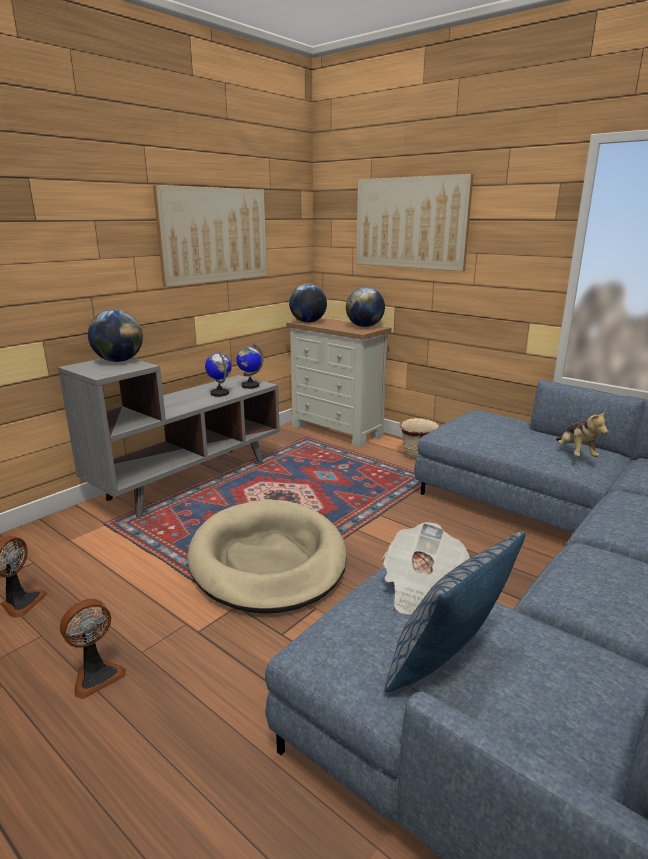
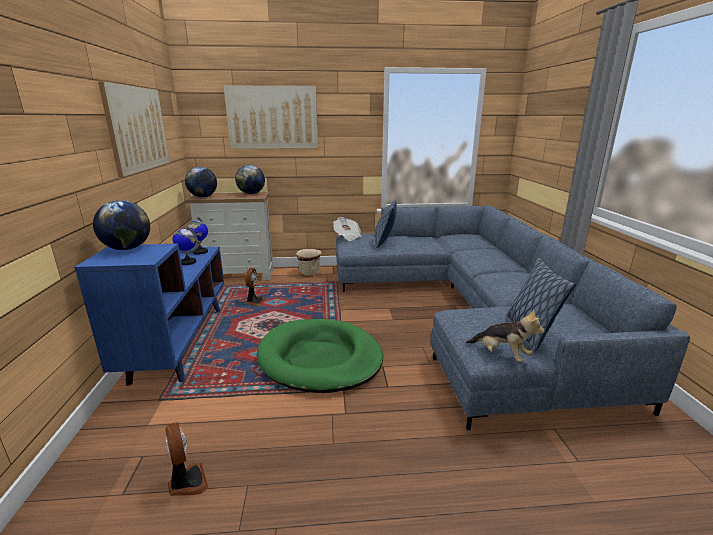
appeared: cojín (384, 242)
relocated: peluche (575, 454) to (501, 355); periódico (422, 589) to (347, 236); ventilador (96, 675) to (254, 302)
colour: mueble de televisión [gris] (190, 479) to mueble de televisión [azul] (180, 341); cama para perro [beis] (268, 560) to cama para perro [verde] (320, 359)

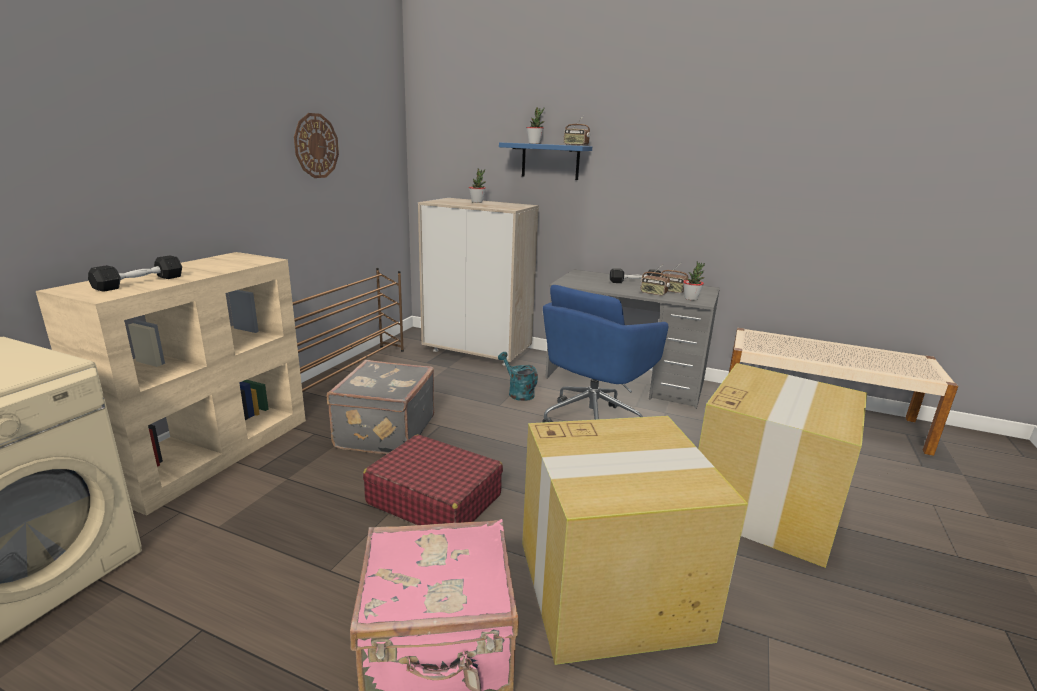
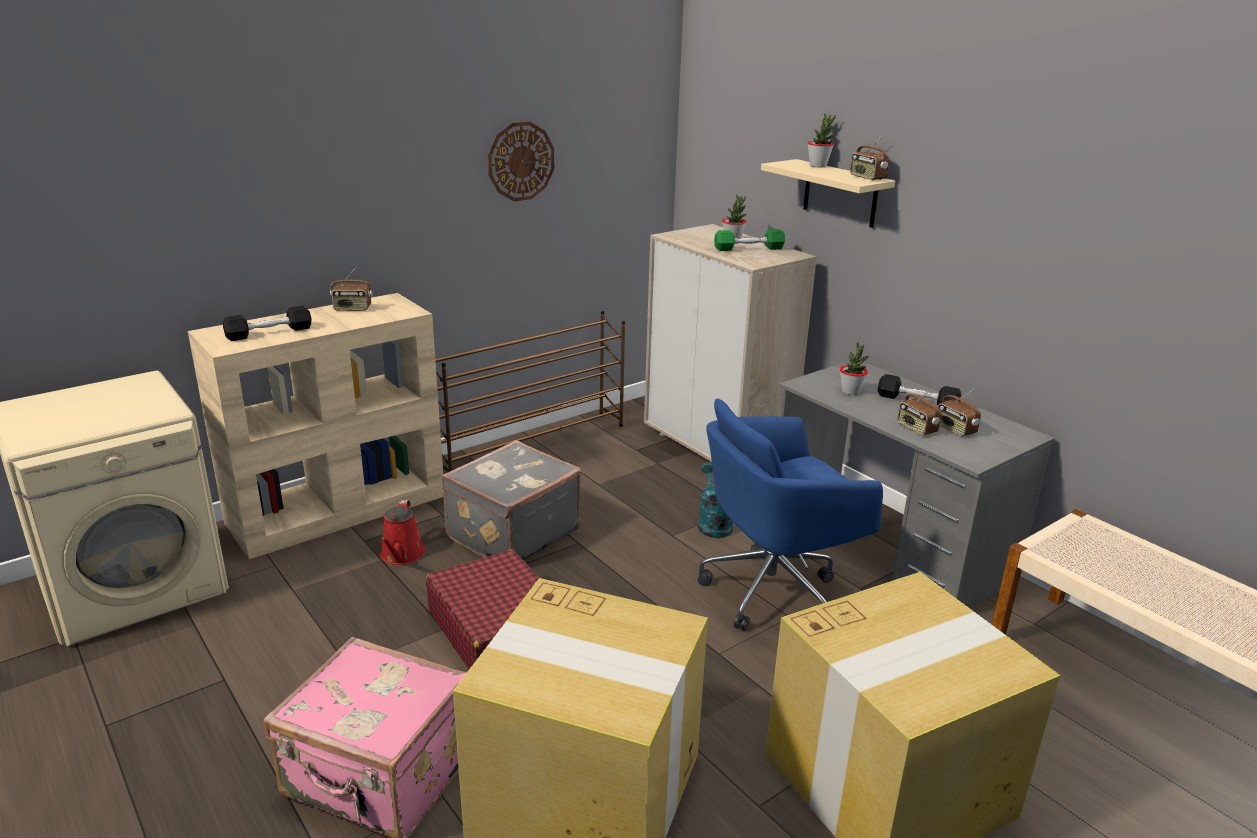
appeared: mancuerna [verde] (749, 248); radio (352, 309); regadera [rojo] (401, 555)
relocated: planta en maceta (691, 298) to (850, 391)
colour: estante [azul] (550, 161) to estante [beis] (840, 193)

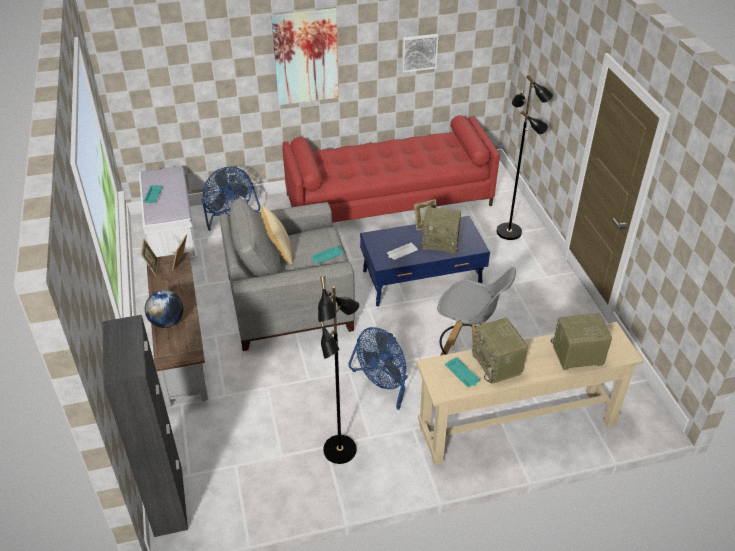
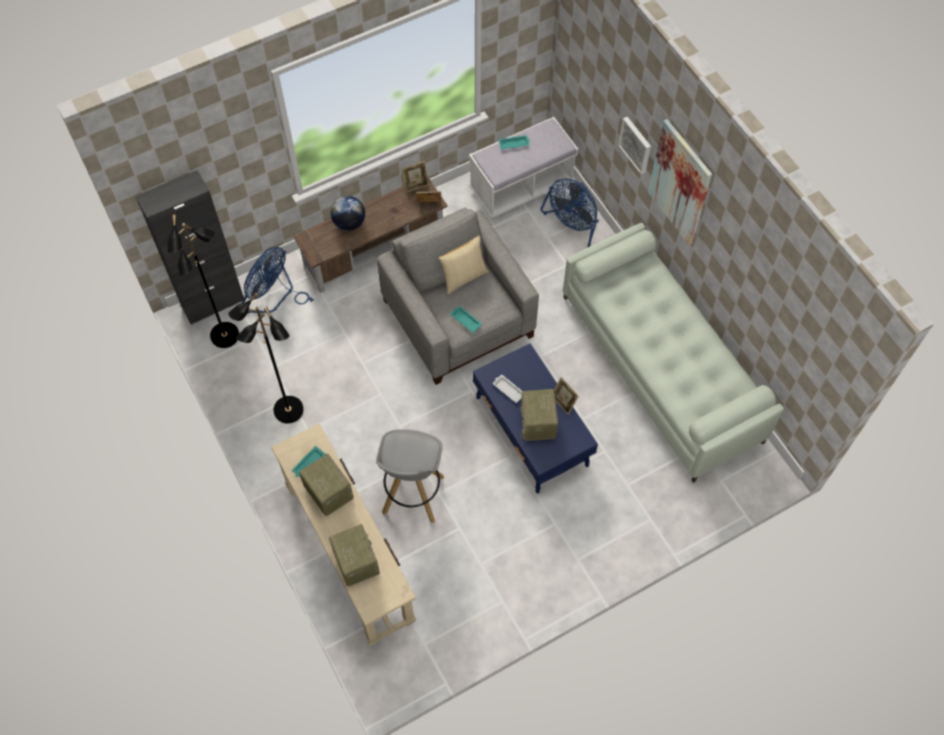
relocated: cuadro (419, 52) to (636, 144); lámpara de pie [negro] (509, 232) to (225, 336); ventilador [azul] (383, 381) to (277, 294)
colour: sofá [rojo] (389, 200) to sofá [blanco] (661, 368)
spun: radio (497, 365) = (328, 492) 90 degrees clockwise

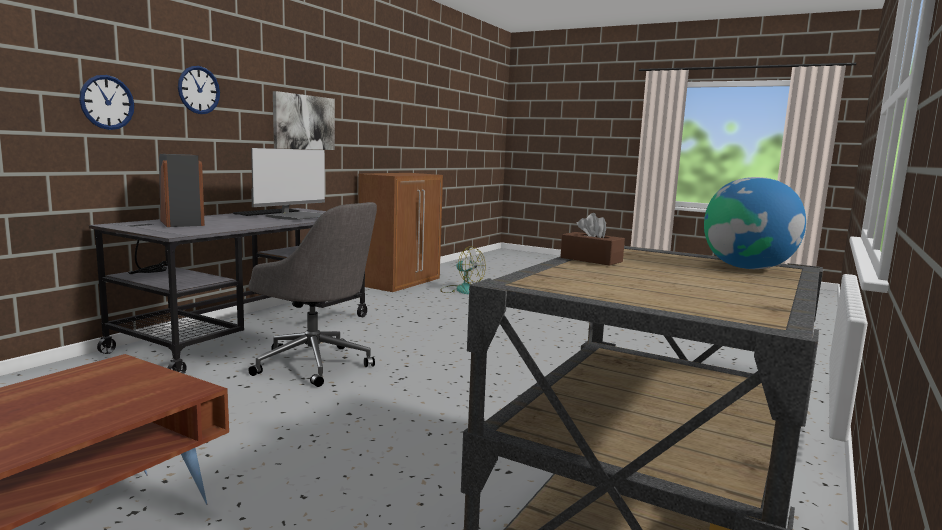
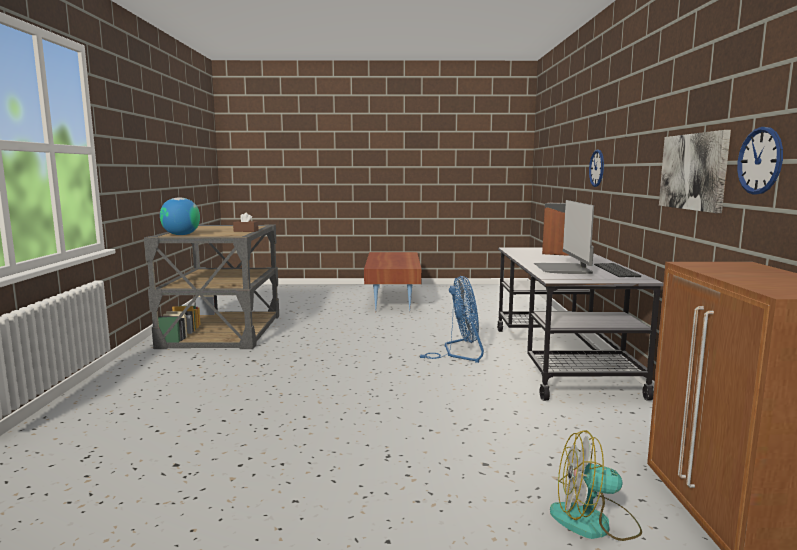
relocated: reloj de pared (199, 90) to (760, 161)
exchanged: silla de oficina [gris] (314, 364) to ventilador [azul] (457, 351)

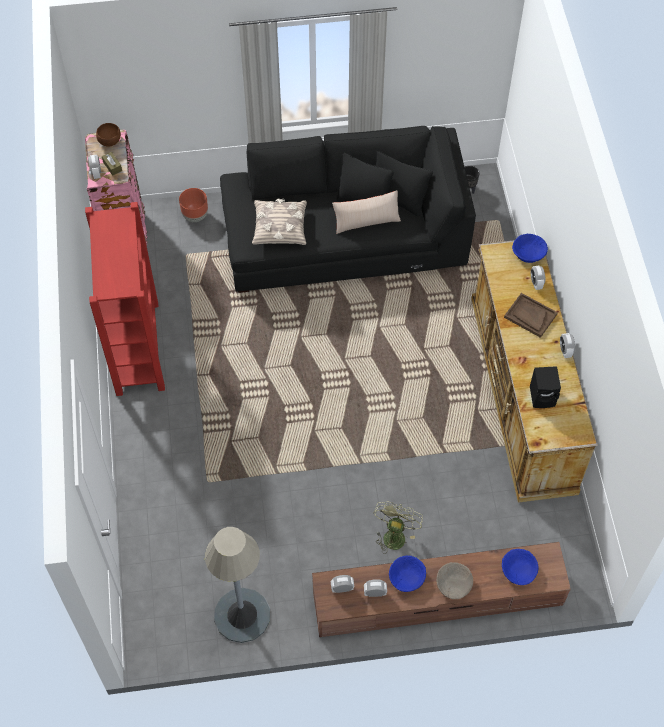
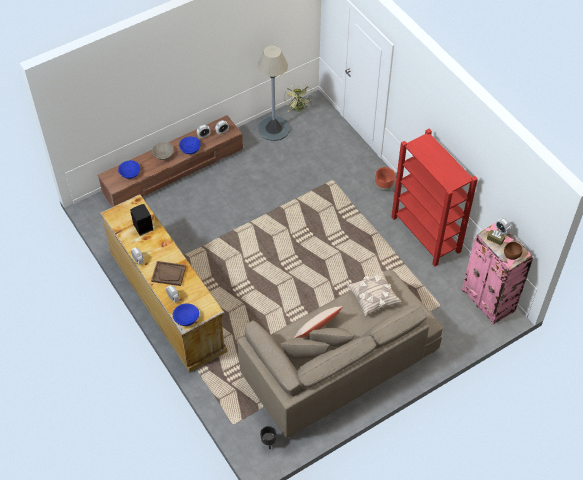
relocated: maceta [marrón] (195, 216) to (384, 187); ventilador [verde] (394, 534) to (298, 109)
colour: sofá [negro] (344, 237) to sofá [beis] (340, 362)

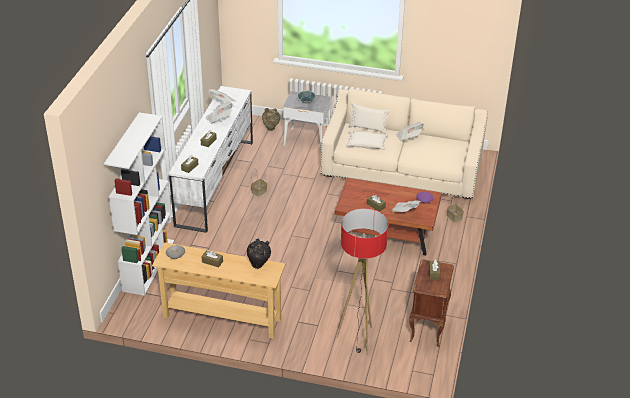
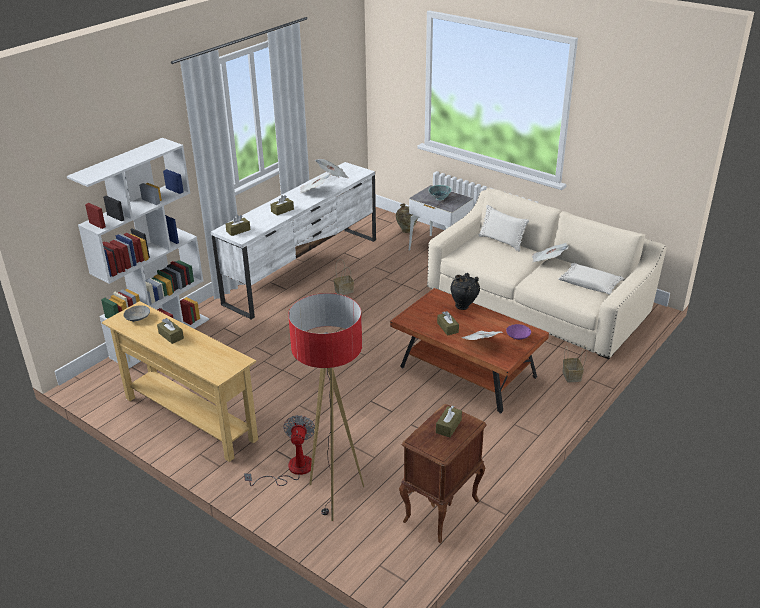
appeared: ventilador (292, 470)
relocated: cojín [blanco] (366, 143) to (590, 282); florero [negro] (259, 265) to (464, 307)

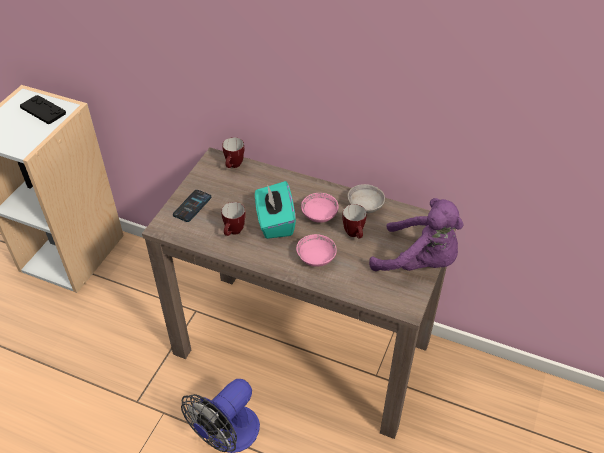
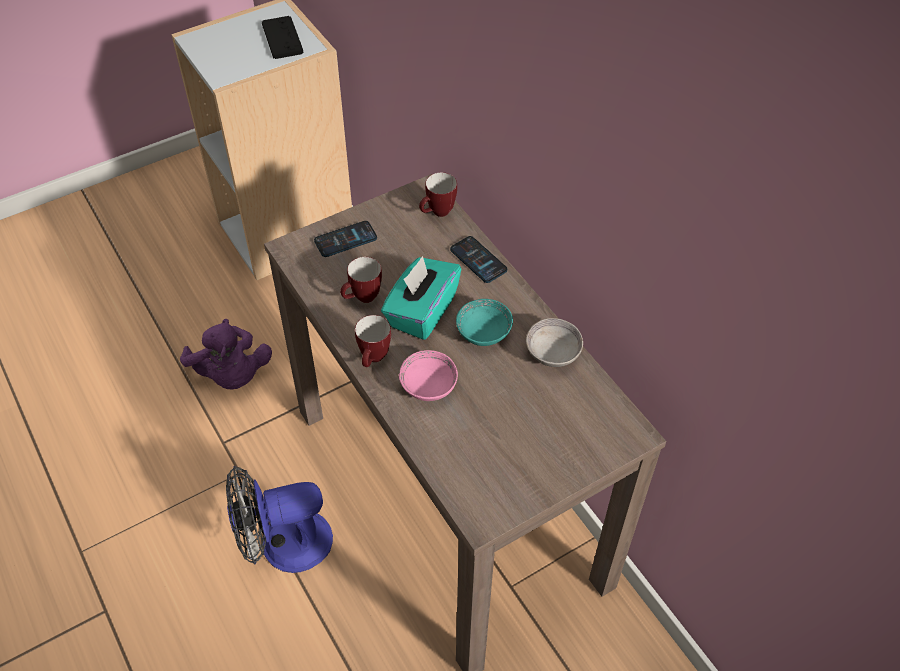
appeared: móvil (478, 260)
relocated: peluche [morado] (419, 261) to (231, 374); taza grande (354, 235) to (374, 359)
colour: cuenco [rosa] (319, 215) to cuenco [turquesa] (483, 333)

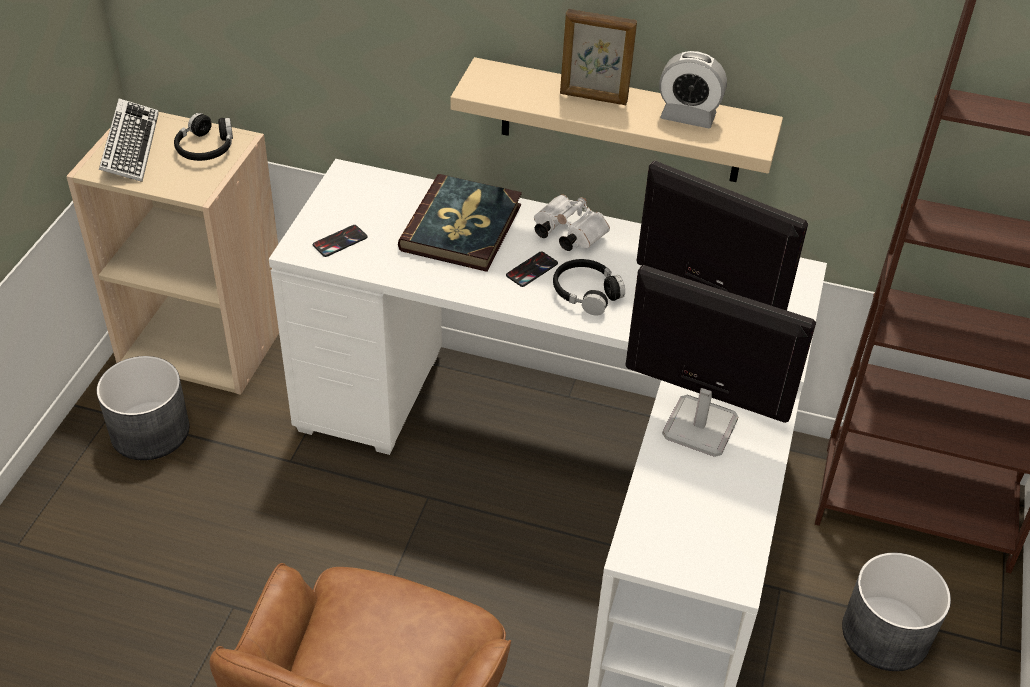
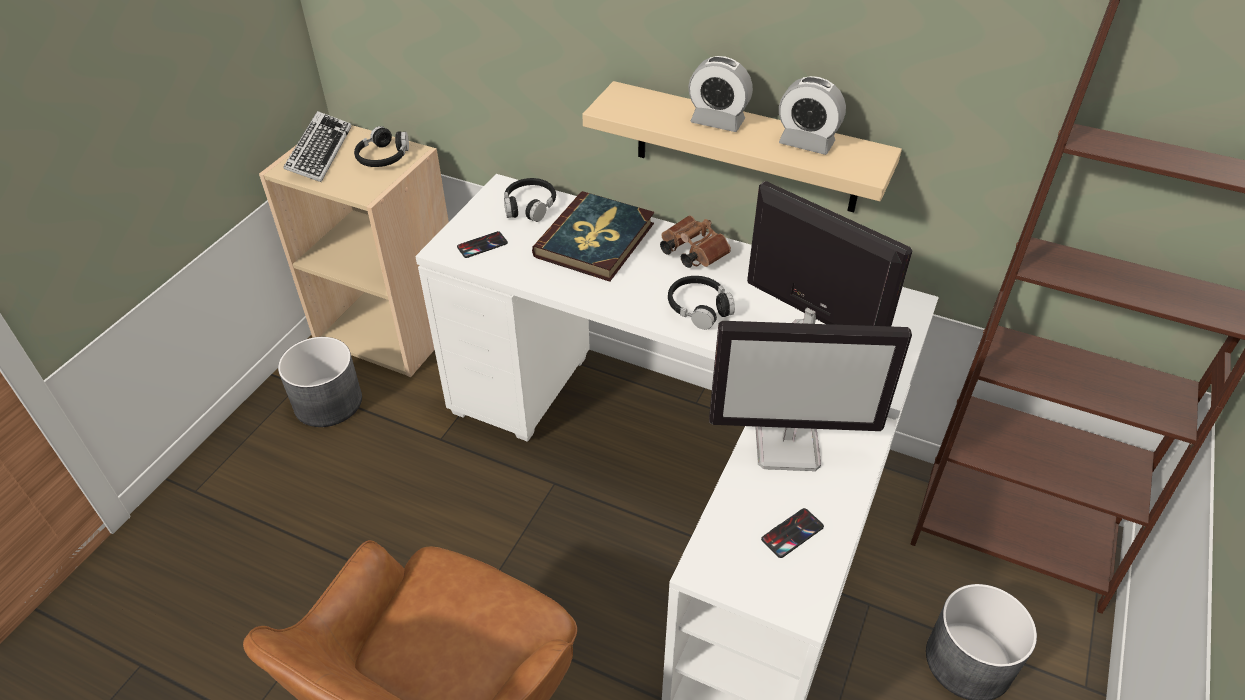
appeared: auriculares [negro] (529, 206)
relocated: móvil (532, 269) to (792, 533)
exchanged: portarretratos (593, 98) to despertador (717, 121)
colour: prismáticos [blanco] (566, 233) to prismáticos [marrón] (691, 252)
spun: monitor (698, 426) = (788, 445) 150 degrees clockwise

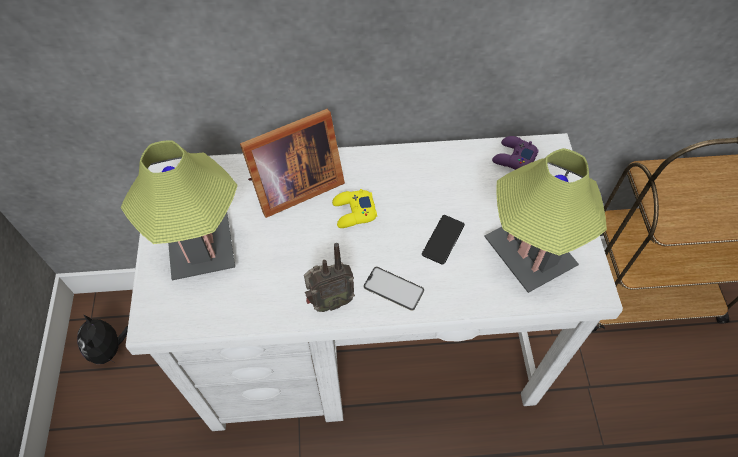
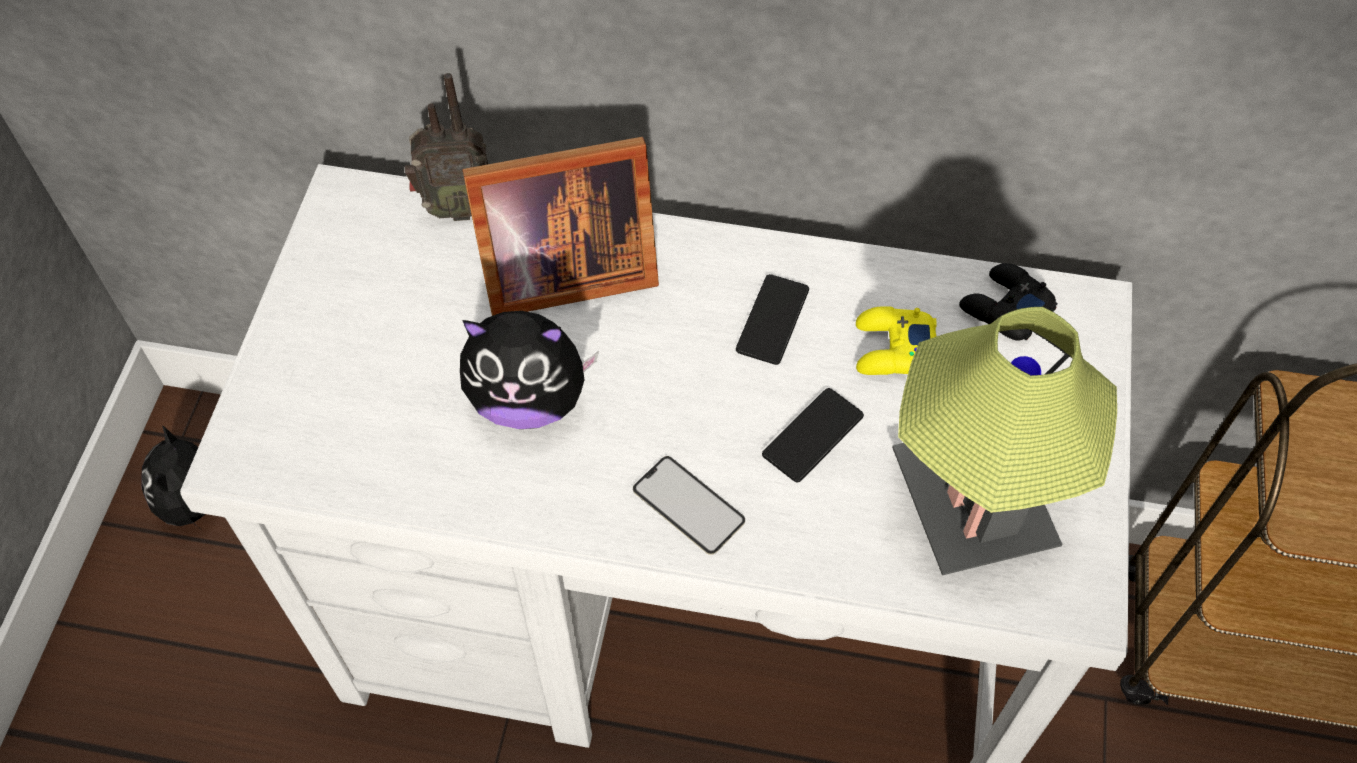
missing: lámpara de mesa (201, 247)
appeared: móvil (772, 320); peluche (529, 400)
relocated: mando de consola [amarillo] (354, 212) to (893, 350); radio (329, 301) to (457, 208)
colour: mando de consola [morado] (513, 158) to mando de consola [negro] (1005, 308)

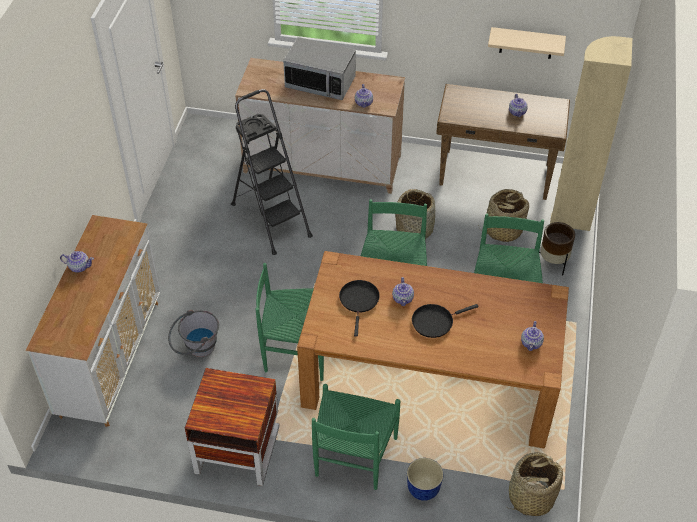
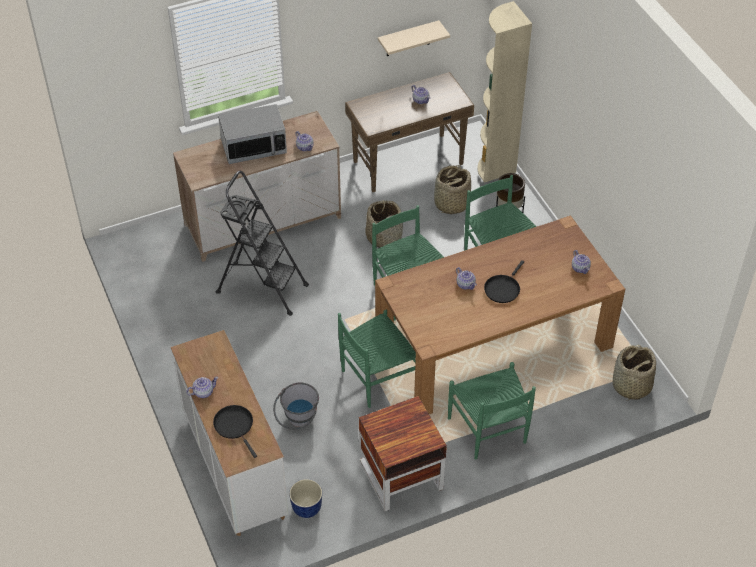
relocated: sartén [negro] (359, 301) to (235, 426); maceta (422, 490) to (306, 509)

